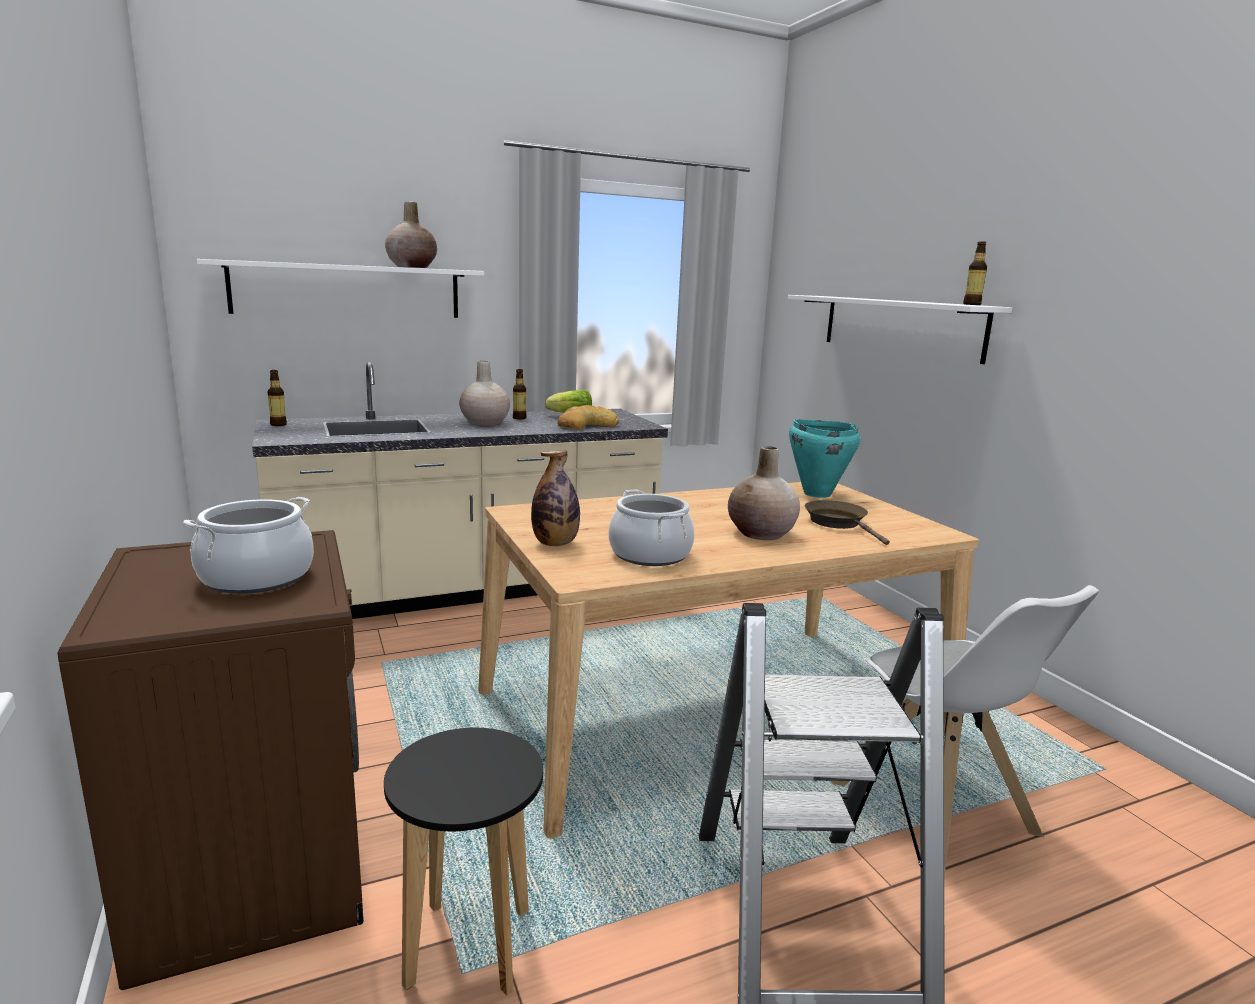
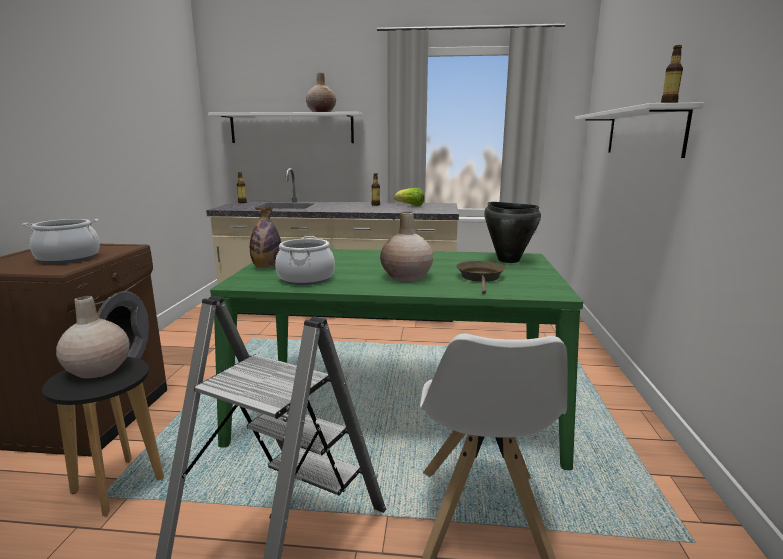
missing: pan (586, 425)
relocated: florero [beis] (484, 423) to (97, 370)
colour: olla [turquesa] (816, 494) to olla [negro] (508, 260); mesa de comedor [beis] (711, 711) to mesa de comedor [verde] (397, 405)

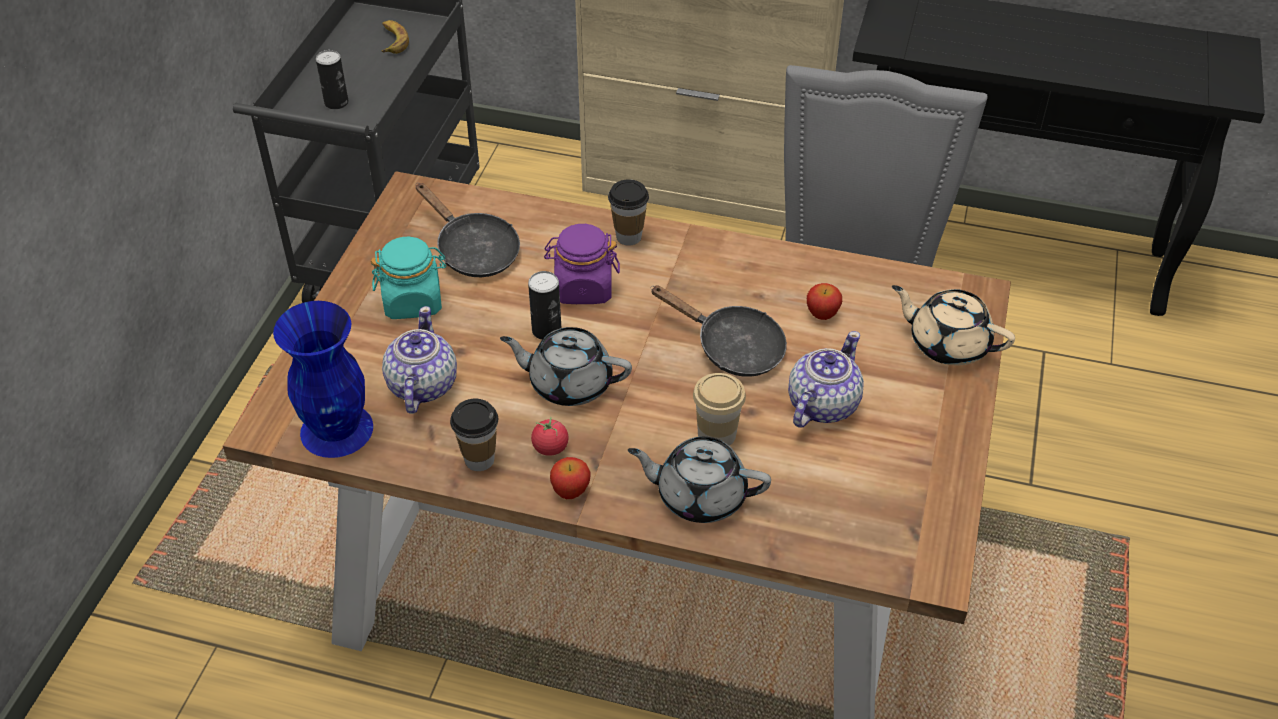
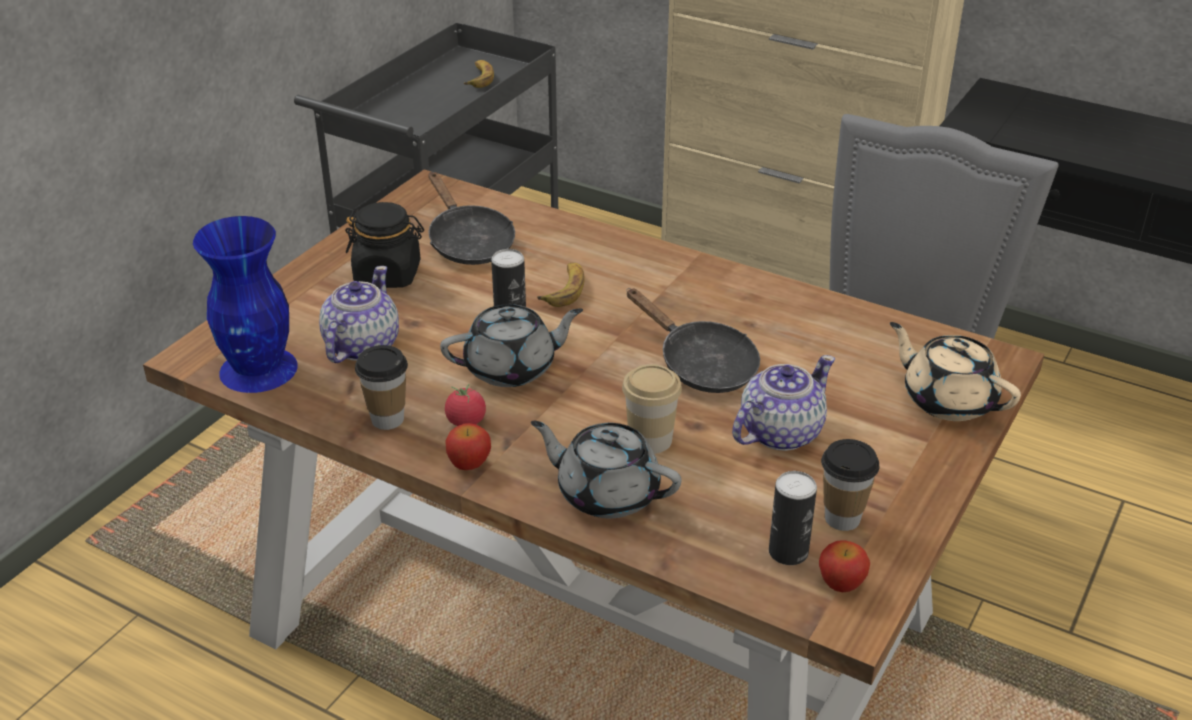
relocated: lata (336, 103) to (788, 552); taza (628, 237) to (842, 518); manzana (822, 314) to (841, 583)
exchanged: tarro [morado] (583, 288) to plátano (564, 289)
colour: tarro [turquesa] (413, 301) to tarro [negro] (388, 275)
spun: tetera [gris] (569, 383) = (512, 368) 135 degrees clockwise

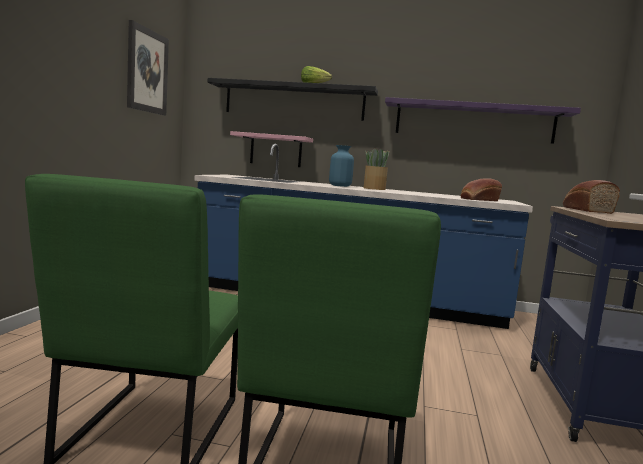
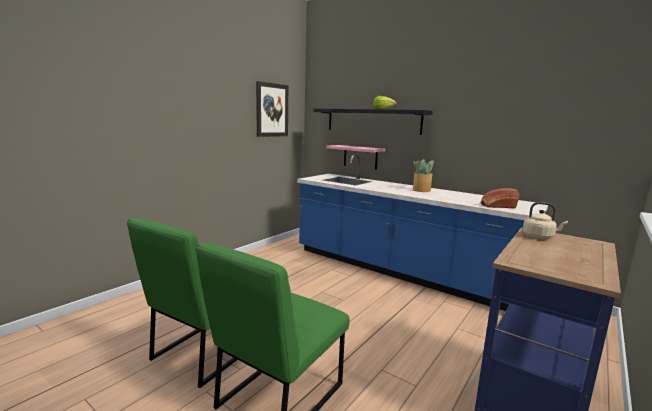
missing: estante [morado] (474, 122); florero [azul] (340, 186)
exchanged: pan (585, 210) to hervidor [beis] (539, 237)

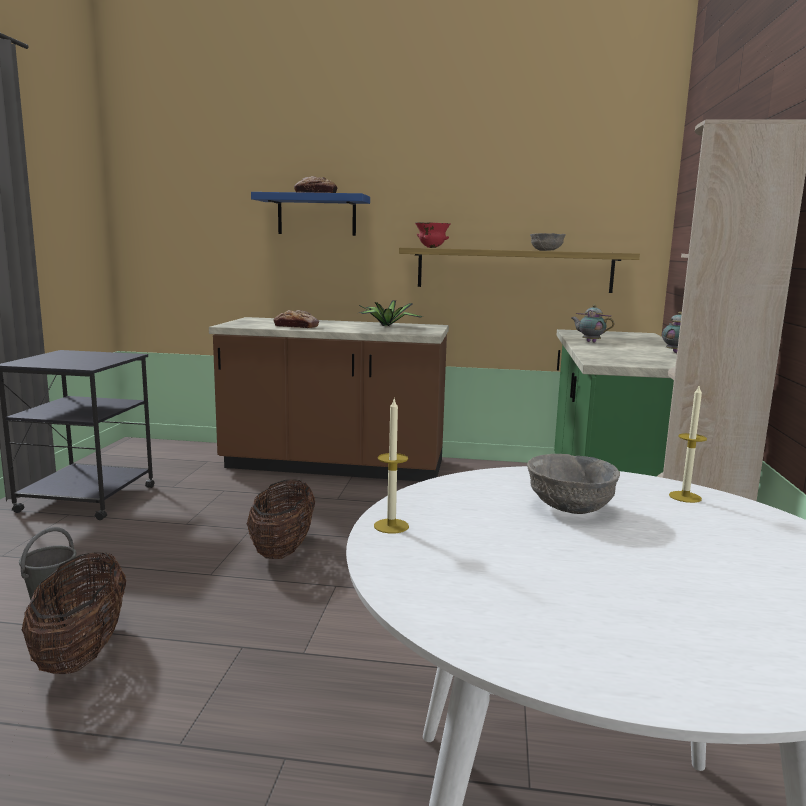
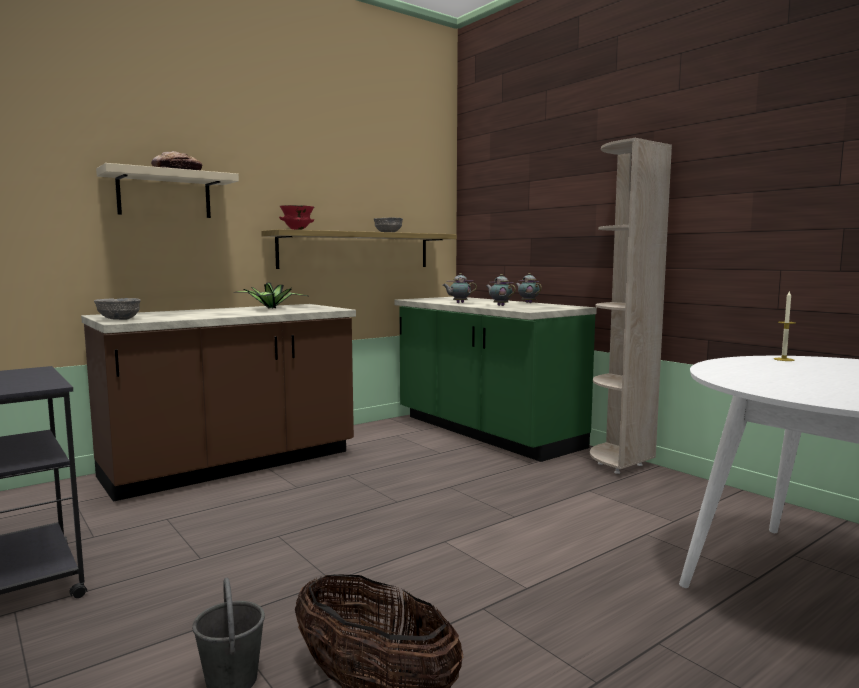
missing: pan (296, 326); vela (391, 526); cesta (283, 549)
appeared: tetera (500, 305)
relocated: cuenco [gris] (569, 507) to (118, 319)
colour: estante [azul] (316, 215) to estante [beis] (164, 194)

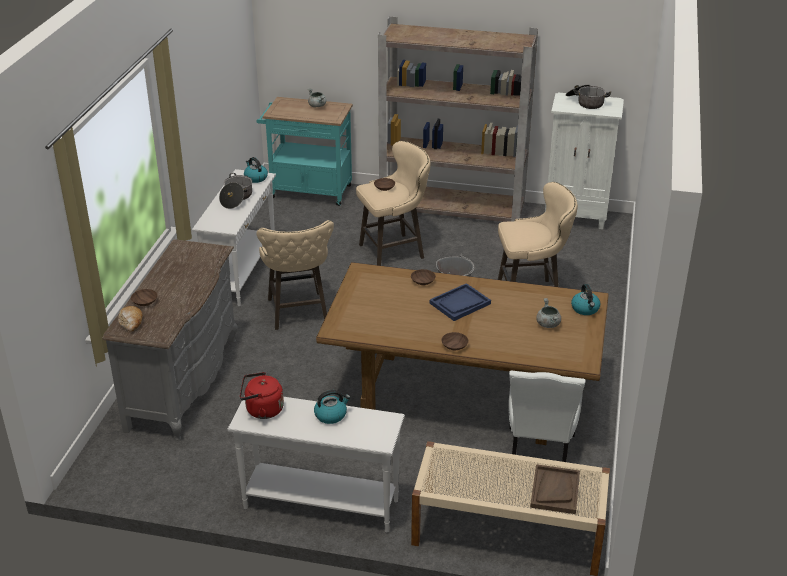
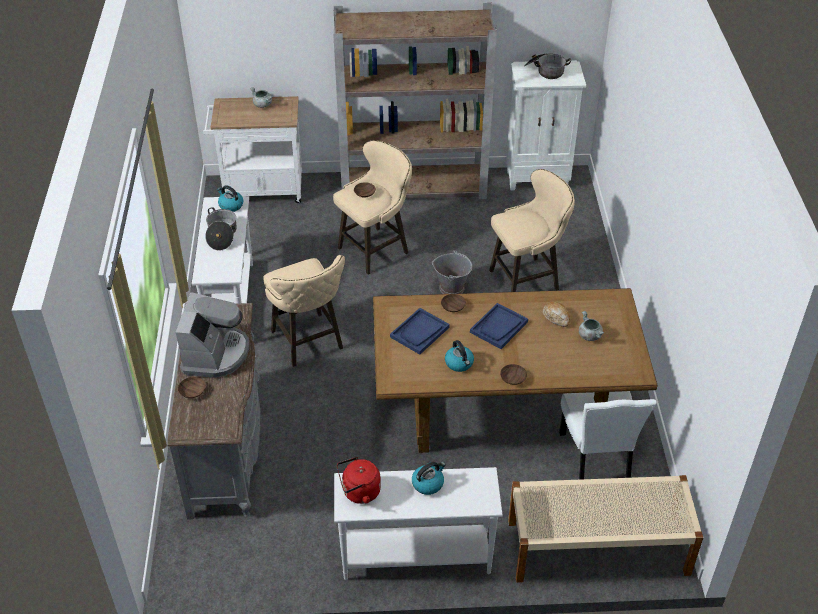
missing: bandeja [marrón] (555, 490)
appeared: cafetera (215, 354); bandeja [azul] (419, 332)
relocated: hervidor (585, 309) to (459, 363); pan (131, 322) to (556, 317)
colour: carrito [turquesa] (308, 191) to carrito [blanco] (260, 190)

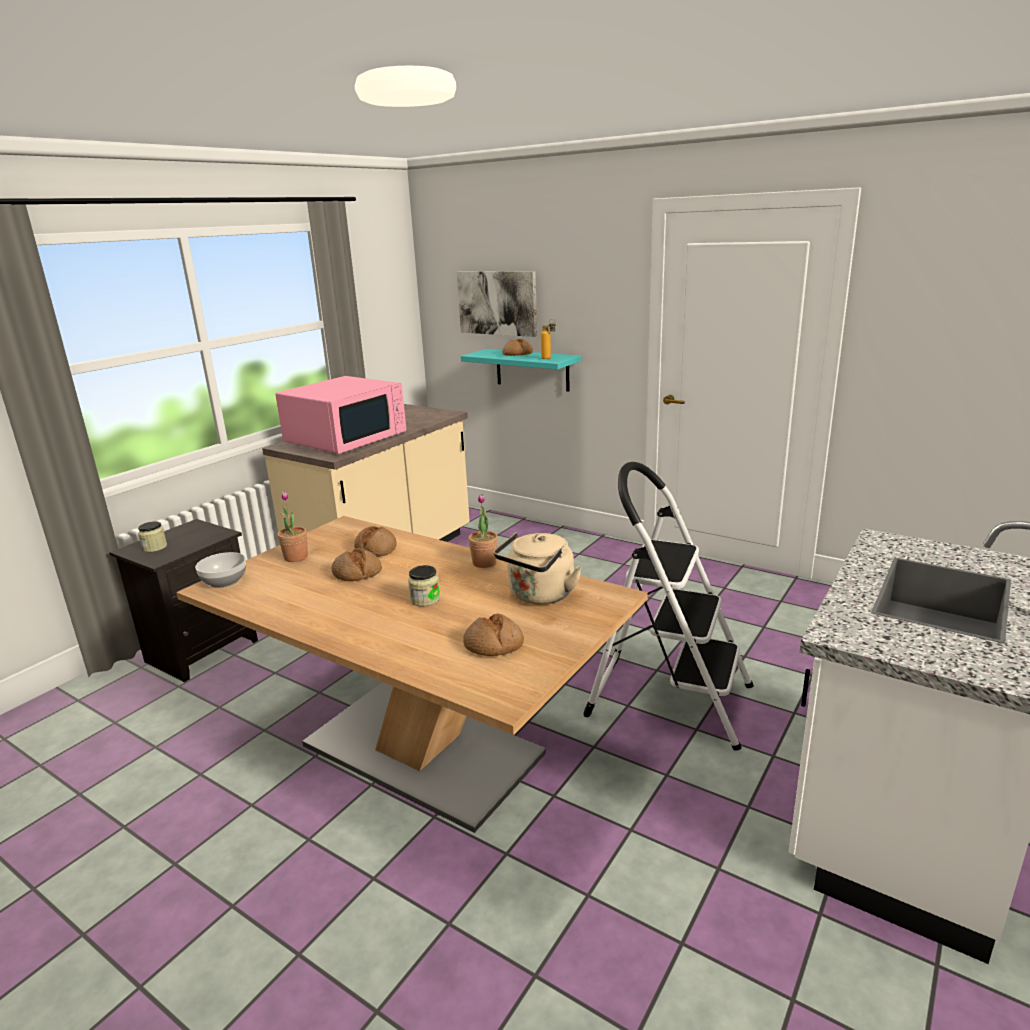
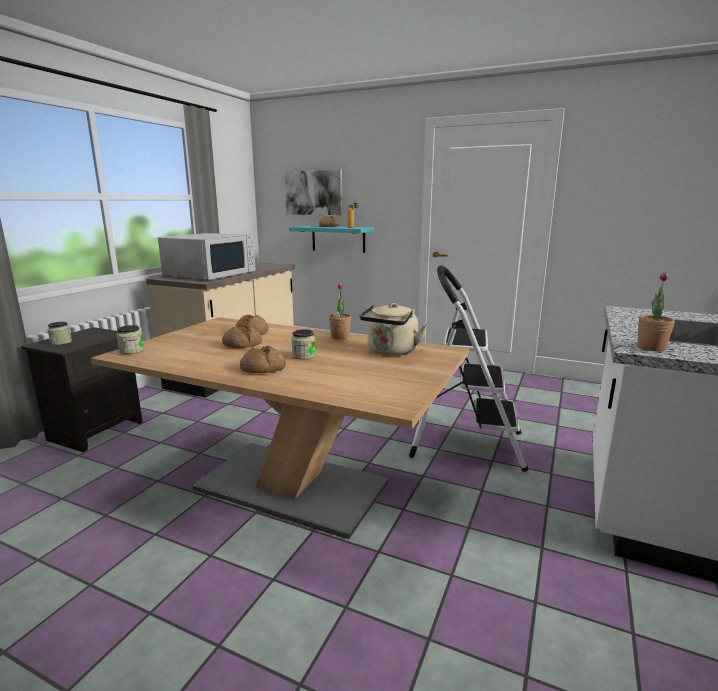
relocated: planta en maceta (296, 557) to (651, 348); pan (493, 645) to (263, 368)
exchanged: cuenco (224, 581) to tarro (131, 351)
colour: microondas [rosa] (347, 437) to microondas [blanco] (211, 274)

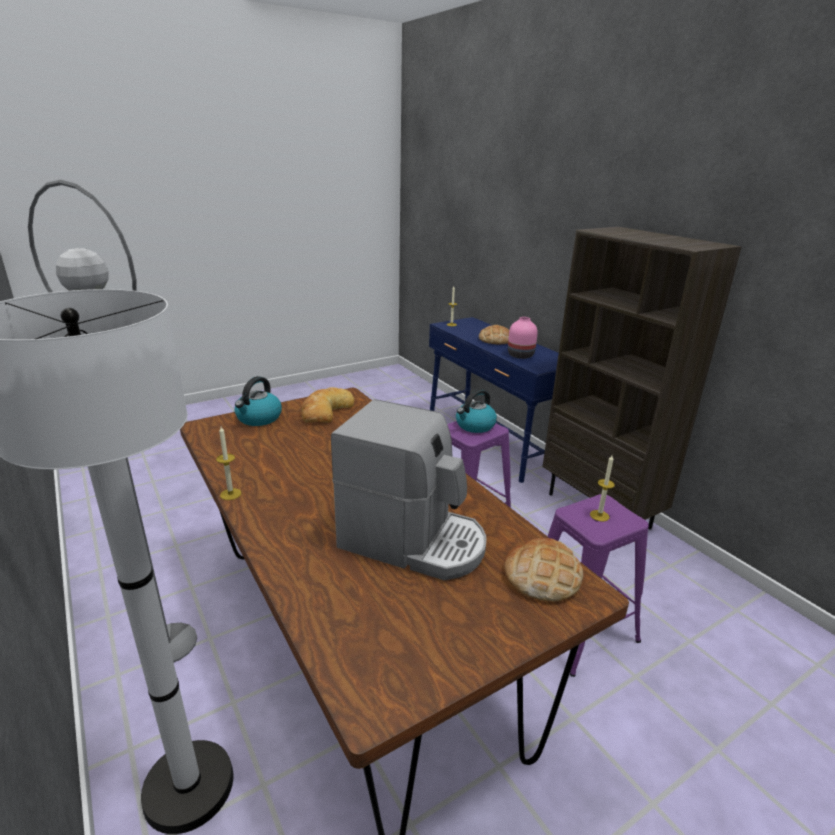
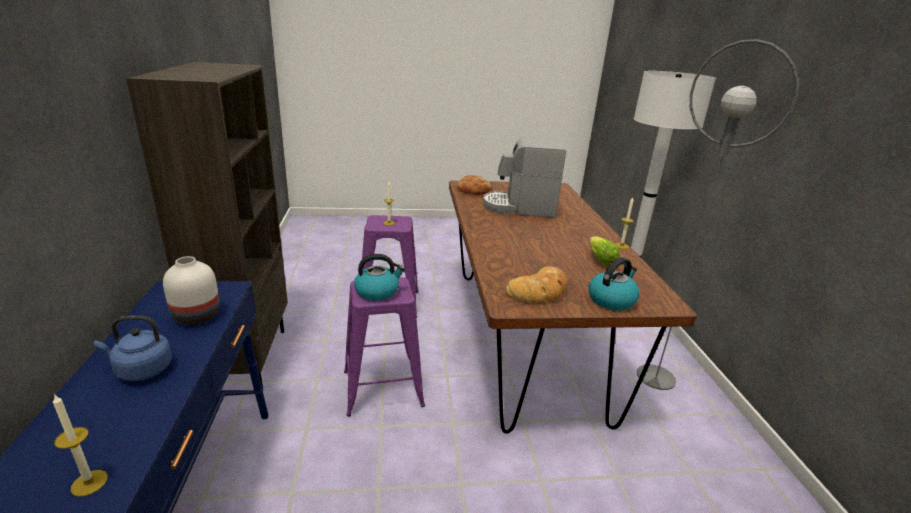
appeared: lechuga (600, 259)
exchanged: pan (496, 340) to hervidor [azul] (141, 370)
colour: florero [rosa] (520, 355) to florero [blanco] (198, 316)
spun: cafetera (413, 541) = (520, 207) 45 degrees counterclockwise

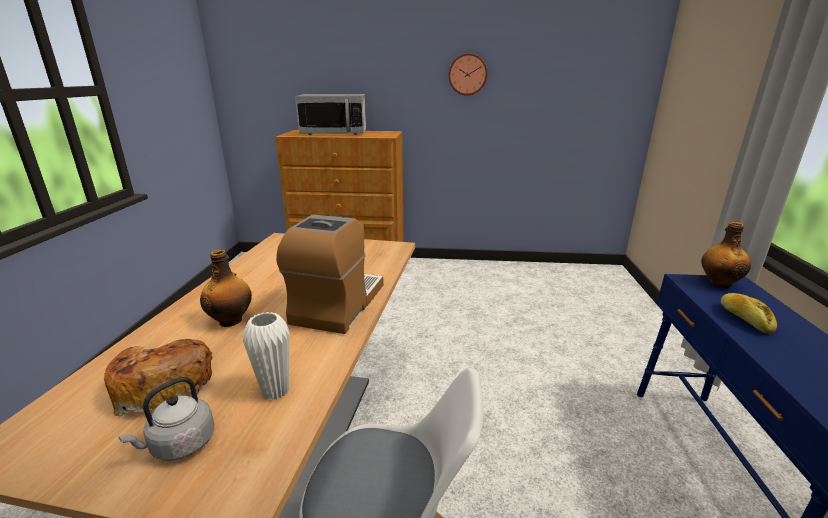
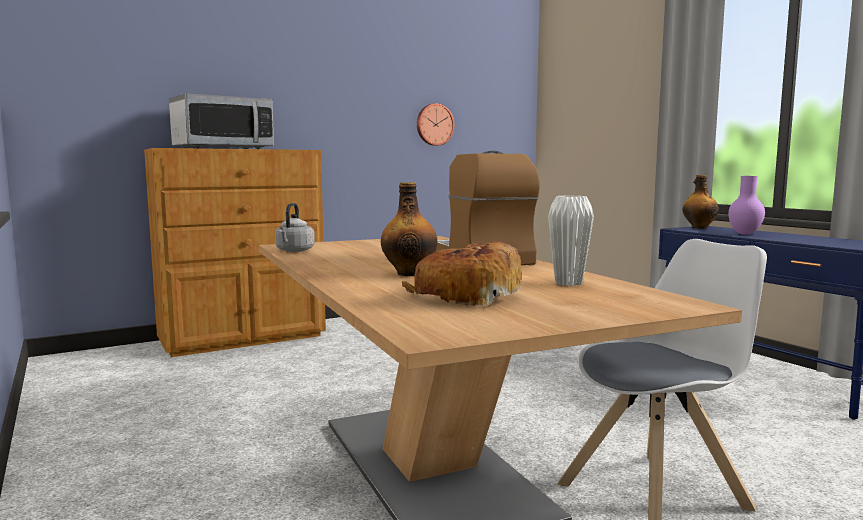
relocated: reloj de pared (467, 74) to (434, 124); hervidor [gris] (180, 445) to (294, 251)
exchanged: pan (744, 319) to florero [morado] (744, 234)

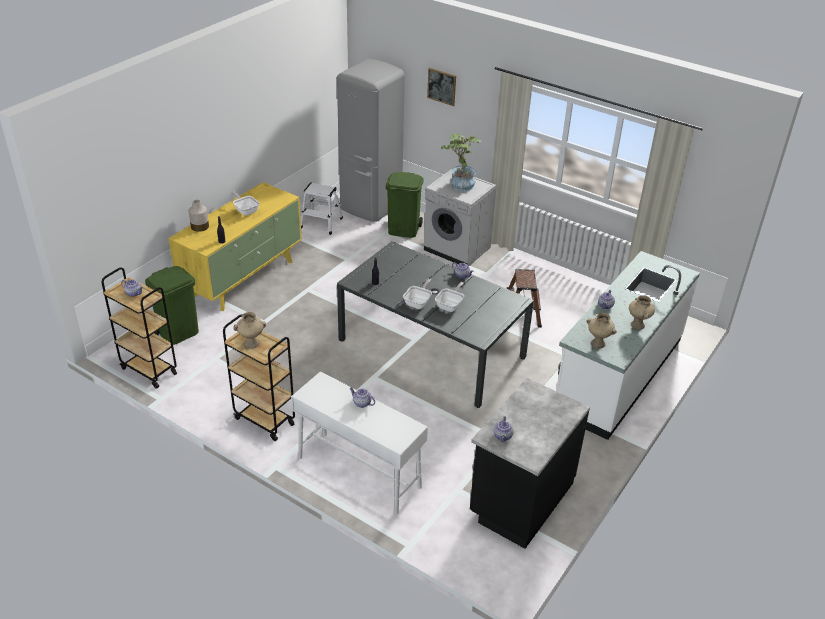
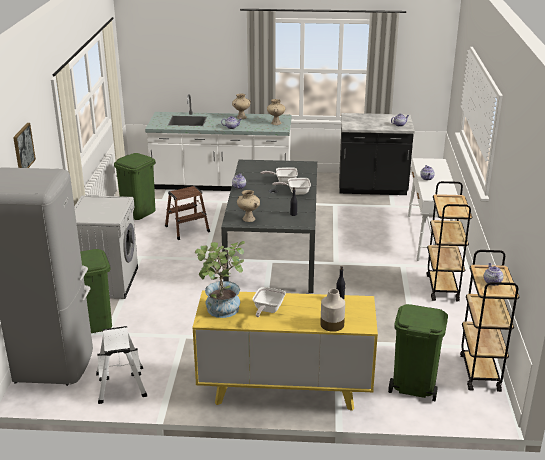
appeared: papelera [verde] (138, 212)
relocated: planta en maceta (459, 184) to (221, 311); florero [beis] (252, 343) to (248, 219)

